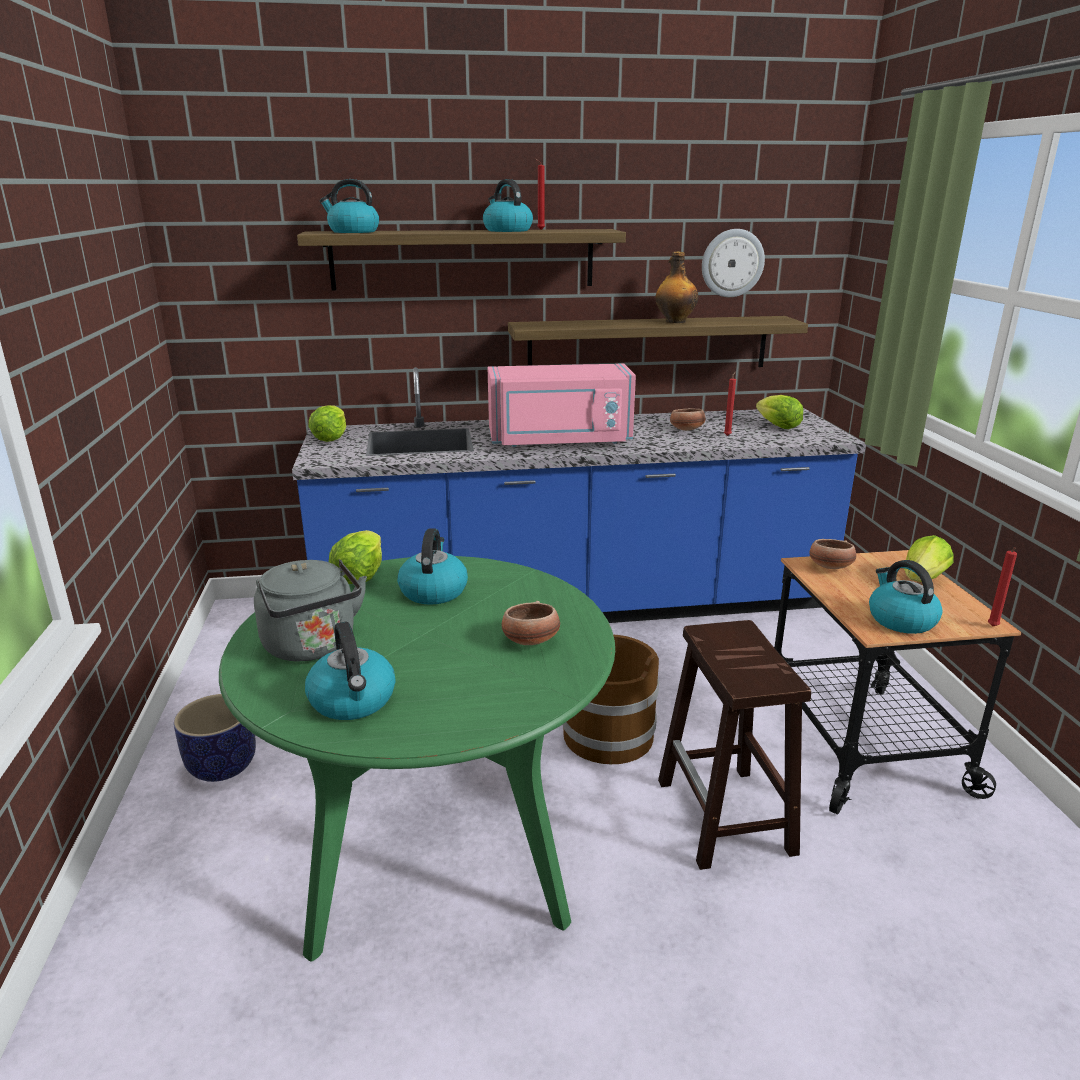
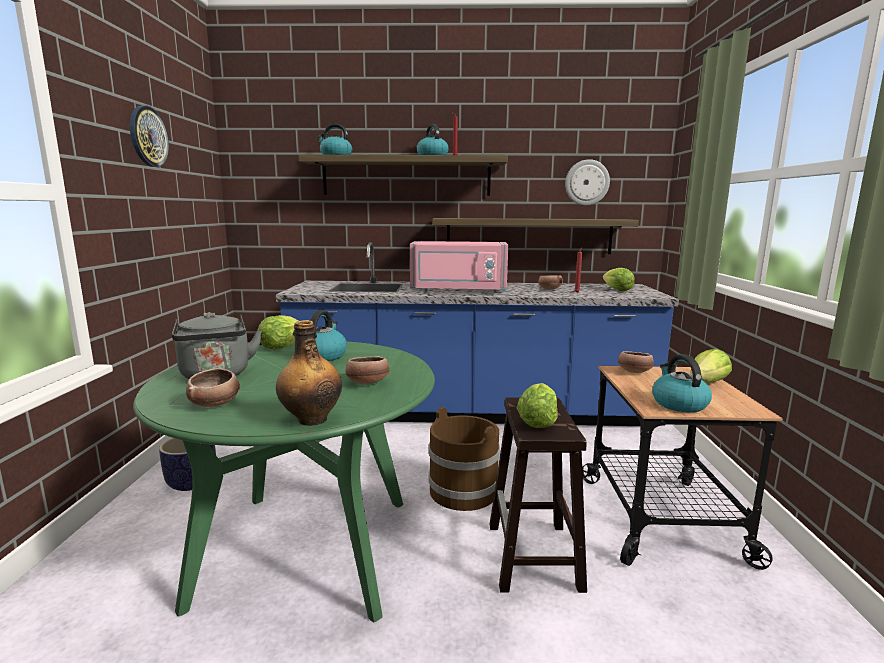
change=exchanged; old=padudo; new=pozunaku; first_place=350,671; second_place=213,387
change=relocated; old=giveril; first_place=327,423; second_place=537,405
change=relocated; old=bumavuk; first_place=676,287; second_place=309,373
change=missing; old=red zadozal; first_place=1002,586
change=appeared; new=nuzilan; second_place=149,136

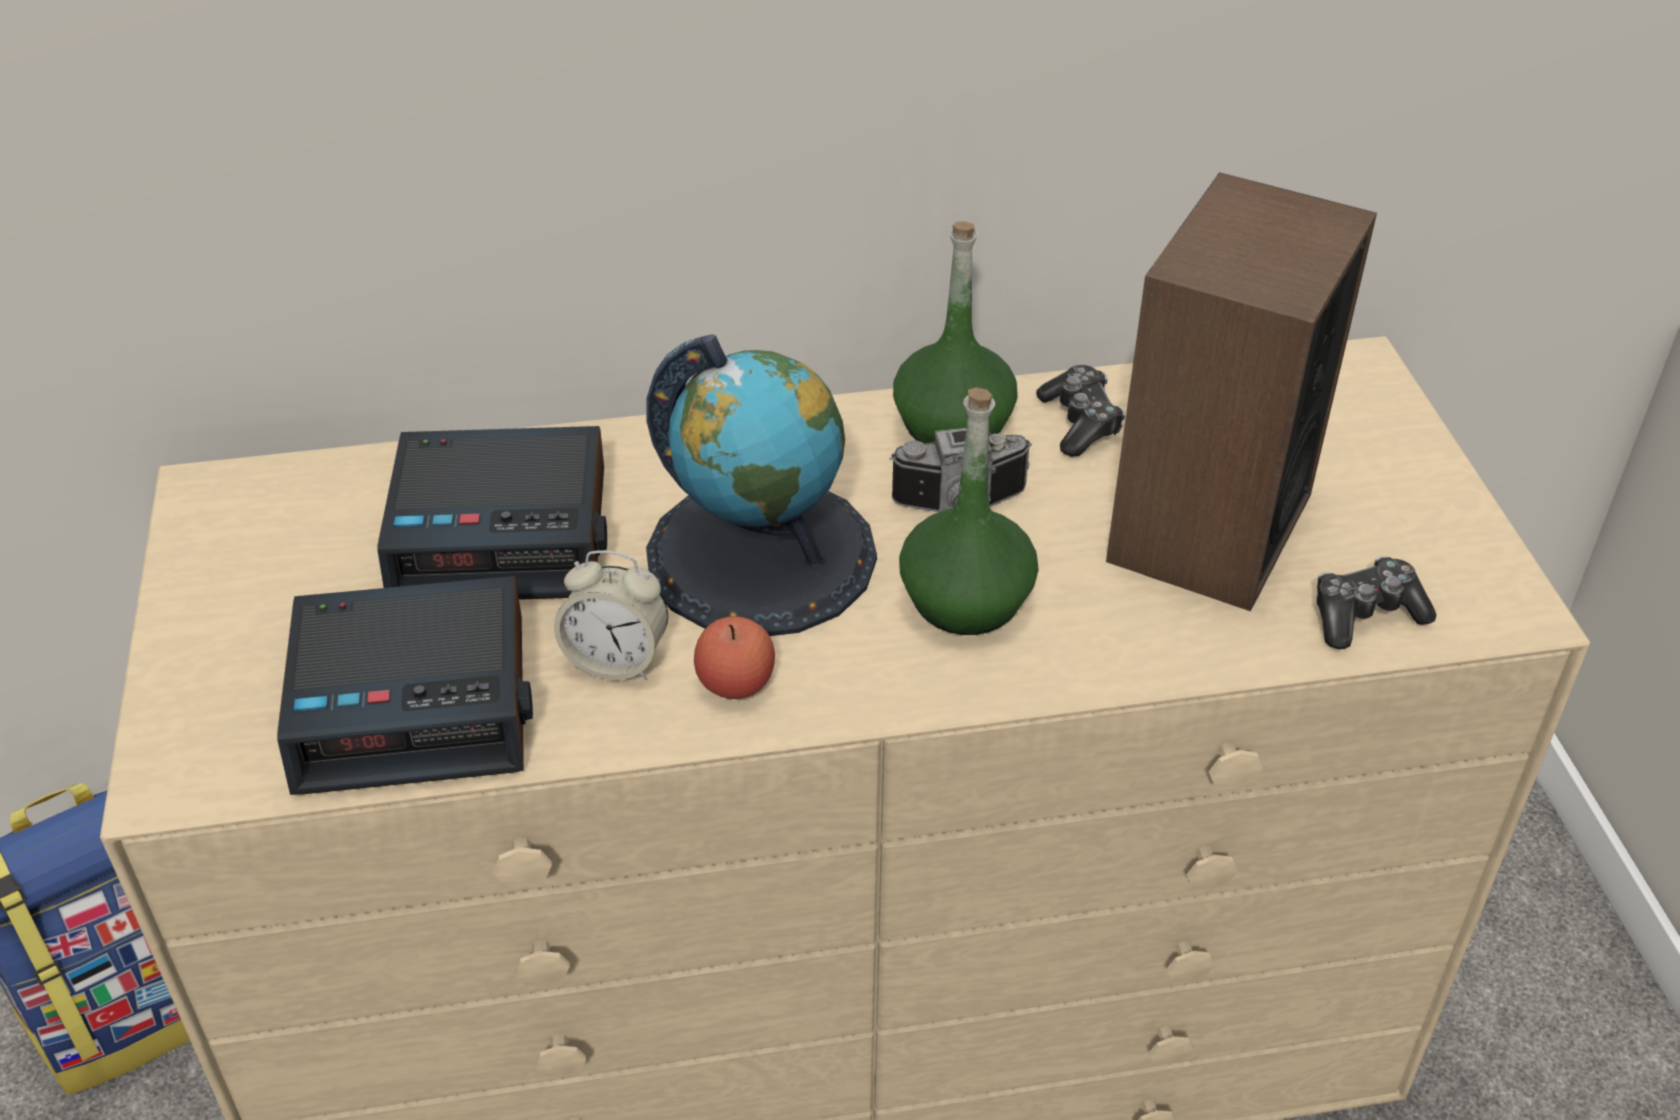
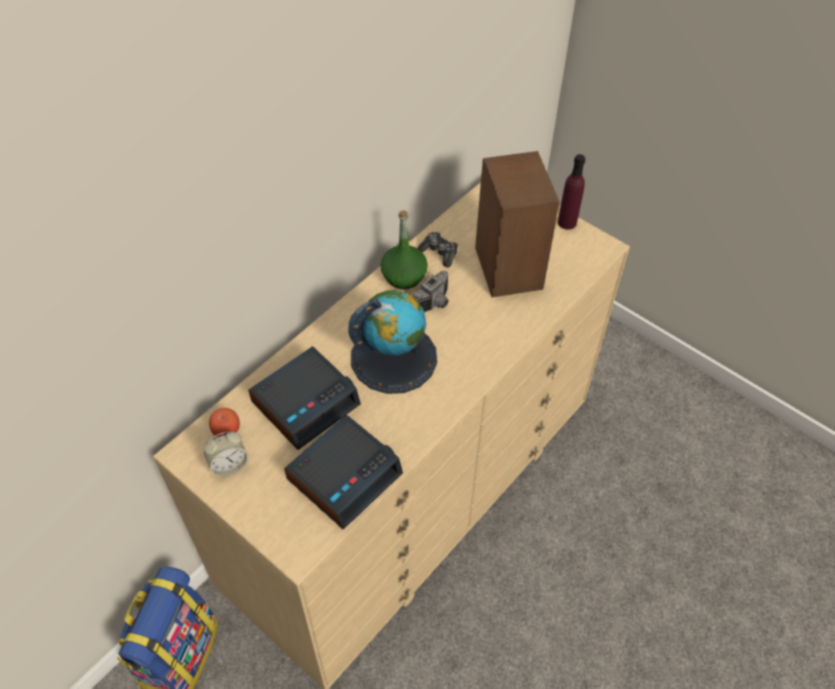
change=relocated; old=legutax; first_place=611,615; second_place=226,454
change=relocated; old=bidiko; first_place=734,657; second_place=224,422
change=missing; old=green bumavuk; first_place=968,511
change=missing; old=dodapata; first_place=1376,603
change=appeared; new=purple bumavuk; second_place=571,192

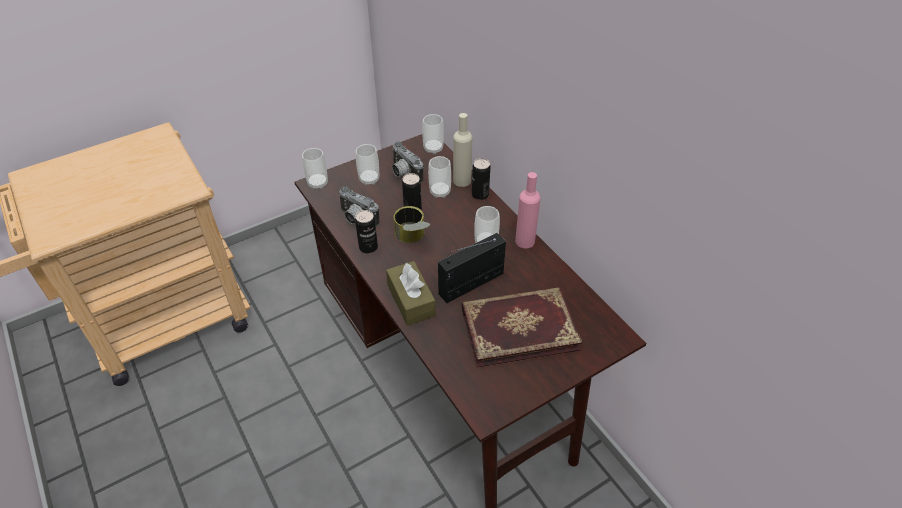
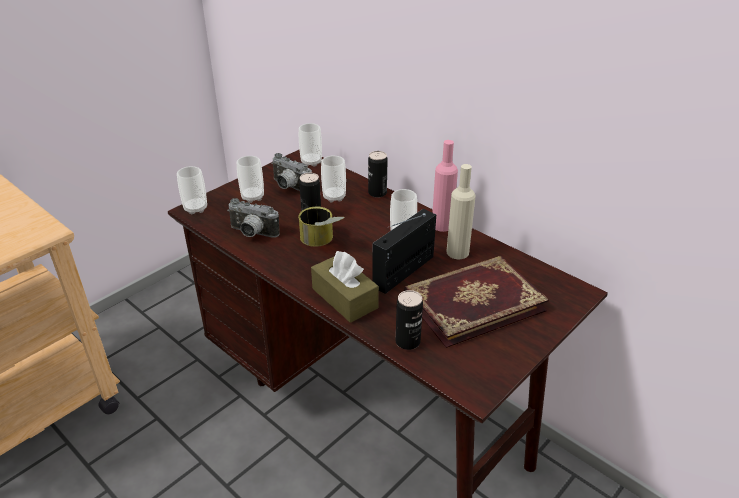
change=relocated; old=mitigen; first_place=366,231; second_place=409,320
change=relocated; old=beige bumavuk; first_place=462,150; second_place=461,211

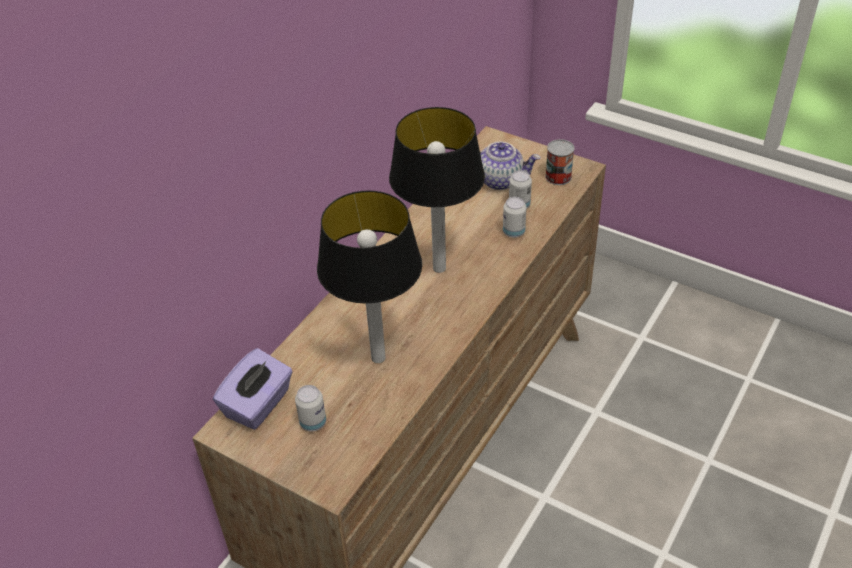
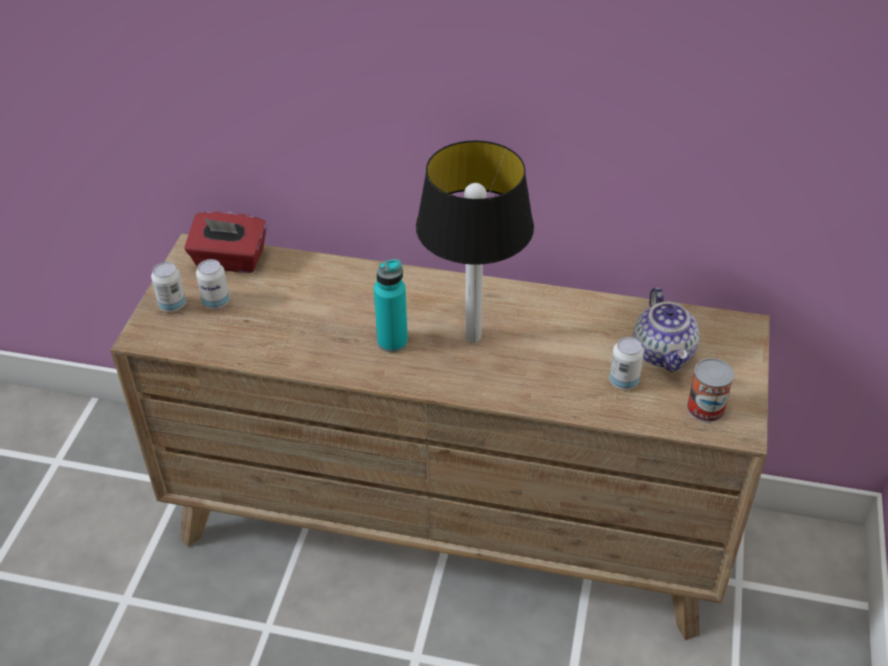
change=colour; old=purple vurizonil; new=red vurizonil; first_place=253,389; second_place=225,242
change=missing; old=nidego; first_place=369,276
change=relocated; old=mitigen; first_place=515,217; second_place=168,287
change=appeared; new=turquoise bumavuk; second_place=391,305

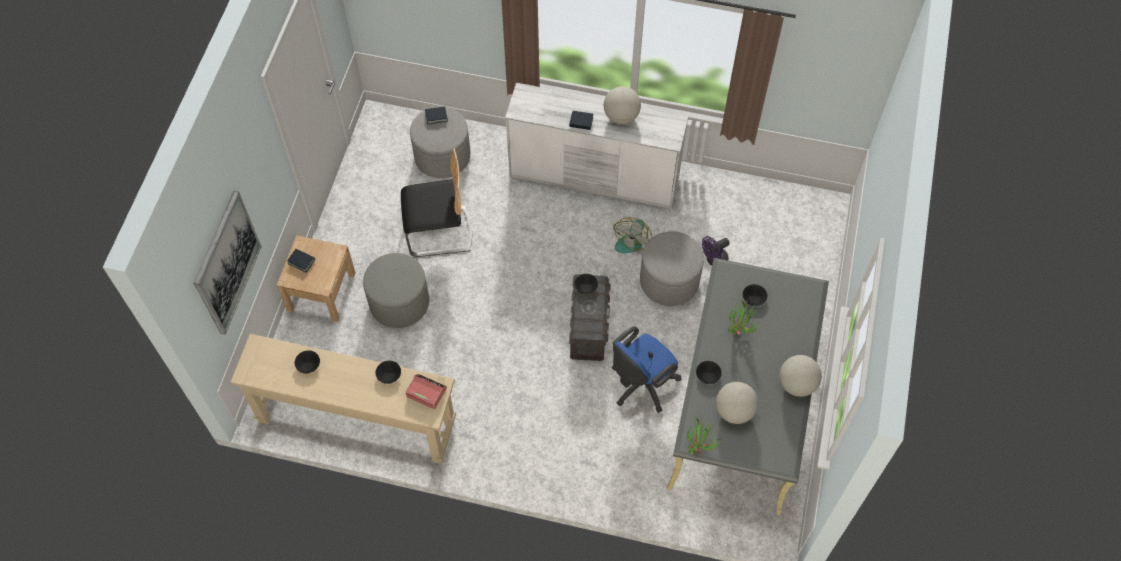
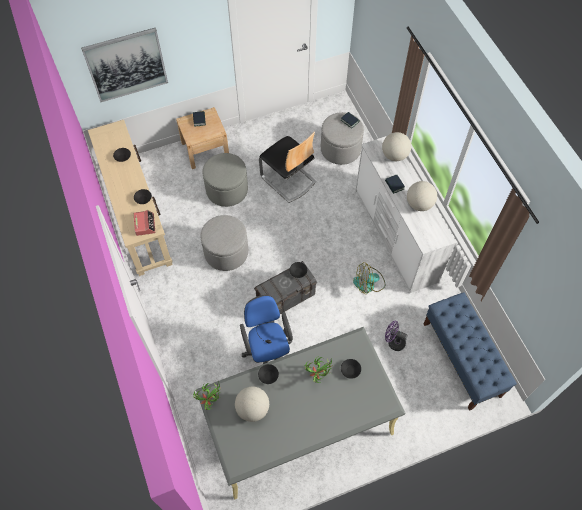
change=spun; old=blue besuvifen; first_place=647,369; second_place=266,329; degrees=60
change=relocated; old=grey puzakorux; first_place=672,268; second_place=224,243
change=relocated; old=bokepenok; first_place=800,376; second_place=396,146
change=appeared; new=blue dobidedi; second_place=470,351

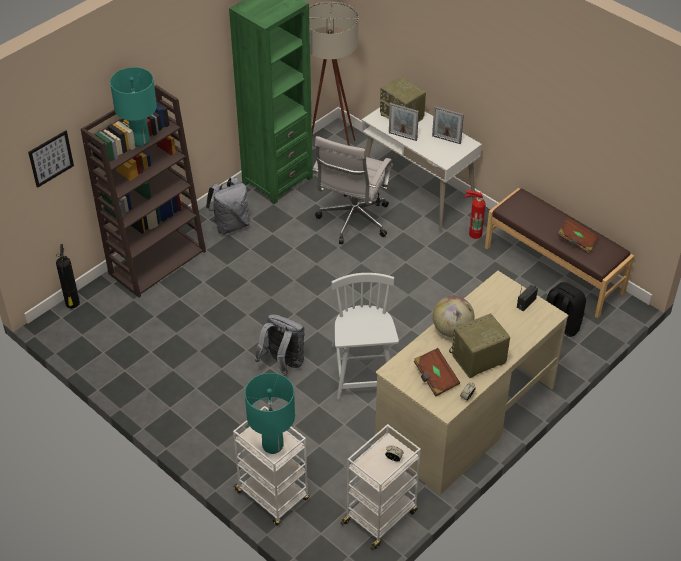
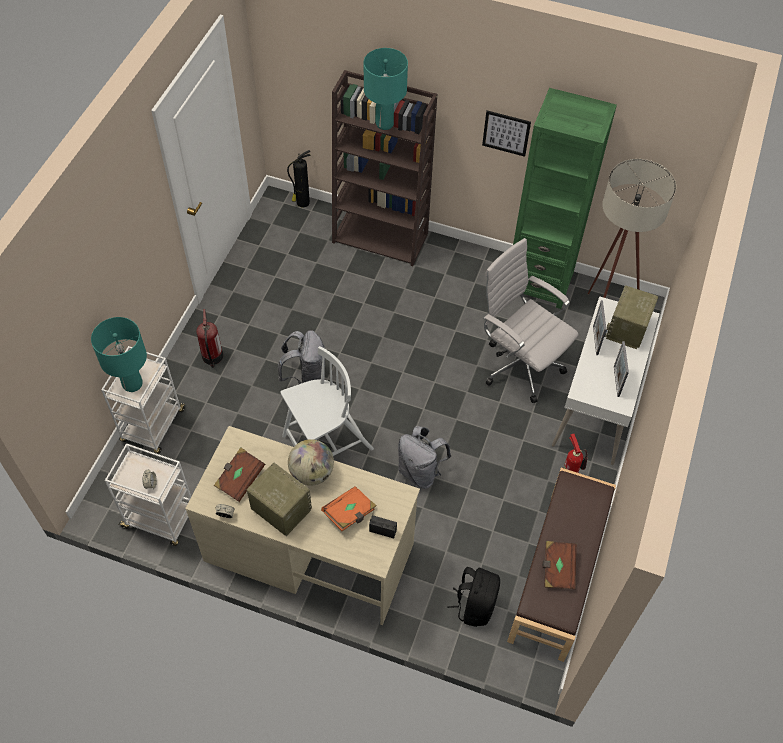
change=relocated; old=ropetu; first_place=51,159; second_place=506,134
change=relocated; old=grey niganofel; first_place=227,206; second_place=424,457
change=spun; old=white besuvifen; first_place=352,190; second_place=531,321; degrees=45
change=appeared; new=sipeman; second_place=209,338
change=appeared; new=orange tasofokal; second_place=348,508

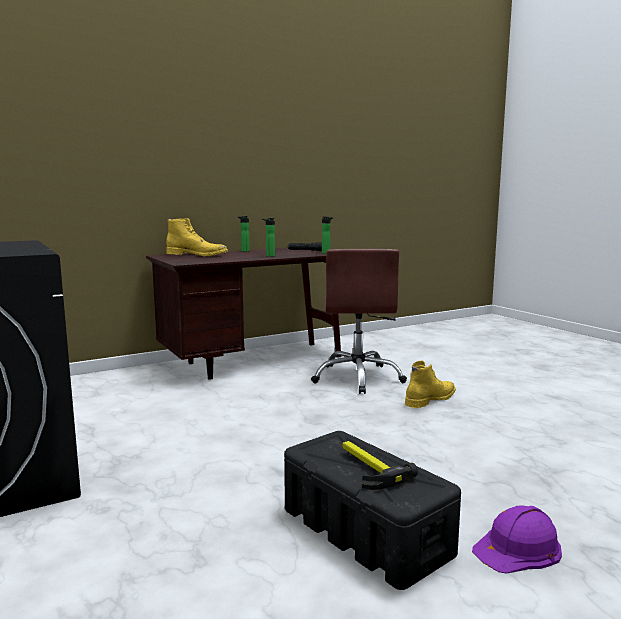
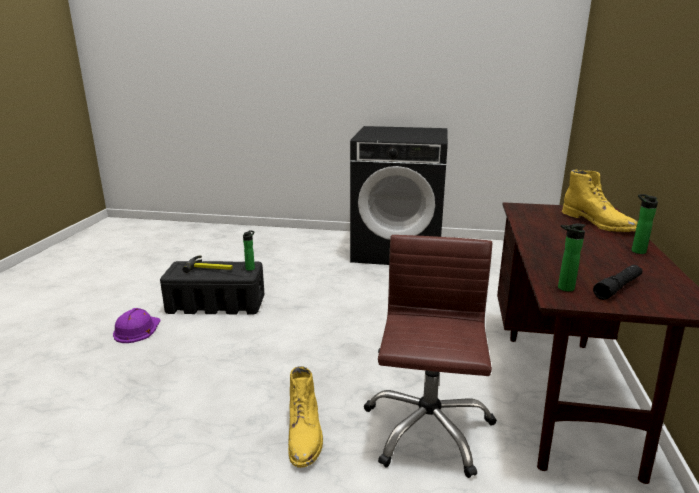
change=spun; old=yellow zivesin; first_place=197,237; second_place=600,201; degrees=-75
change=relocated; old=bumavuk; first_place=268,237; second_place=249,250
change=spun; old=brown besuvifen; first_place=359,321; second_place=430,356; degrees=60

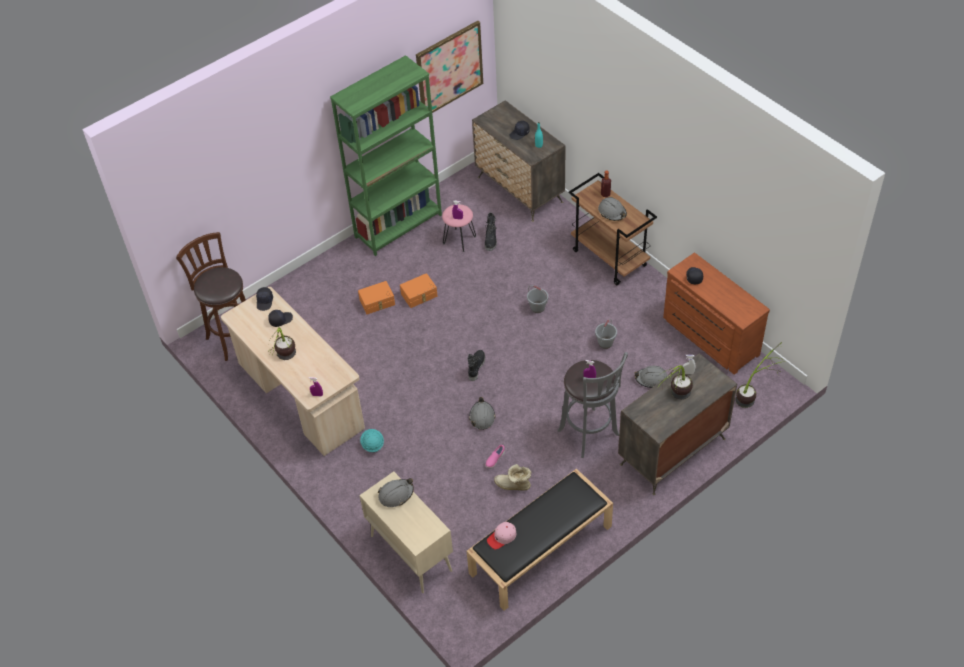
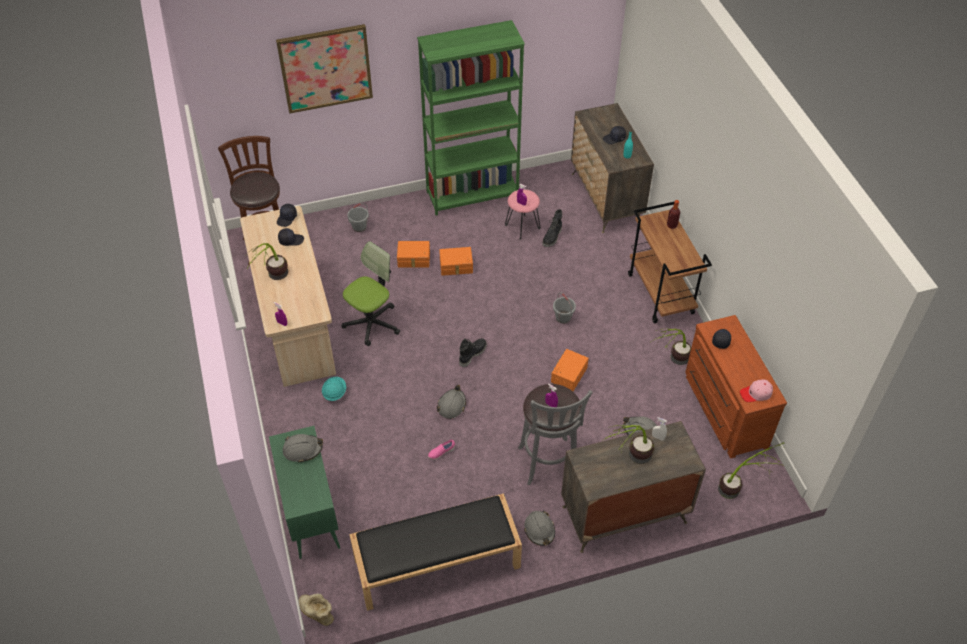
change=colour; old=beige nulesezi; new=green nulesezi; first_place=406,532; second_place=304,492
change=relocated; old=ropetu; first_place=449,67; second_place=324,69
change=relocated; old=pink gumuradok; first_place=501,535; second_place=756,391
change=relocated; old=zivesin; first_place=512,477; second_place=316,609
change=relocated; old=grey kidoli; first_place=606,334; second_place=358,217
change=relocated; old=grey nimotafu; first_place=612,209; second_place=539,528
change=appeared; new=besuvifen; second_place=371,293
change=appeared; new=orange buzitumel; second_place=570,370
change=appeared; new=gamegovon; second_place=671,347

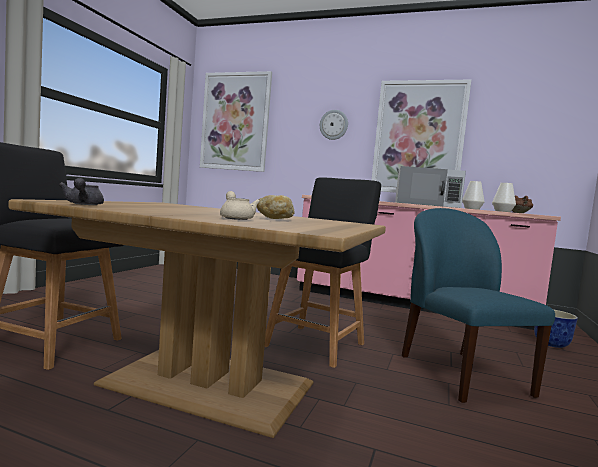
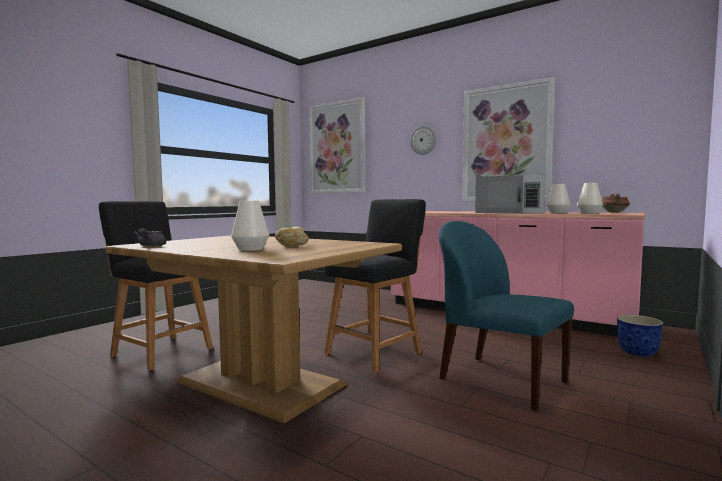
change=exchanged; old=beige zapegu; new=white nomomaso; first_place=240,205; second_place=250,226
change=spun; old=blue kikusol; first_place=478,305; second_place=506,316; degrees=-45

